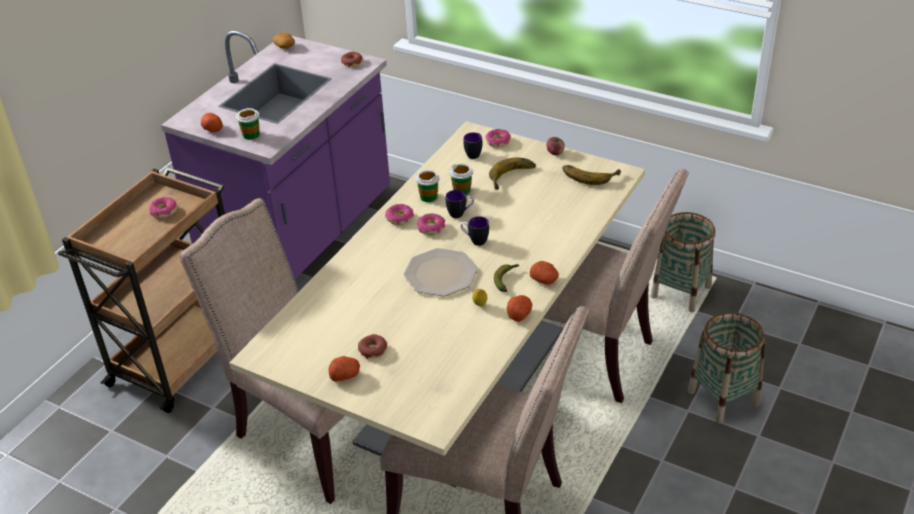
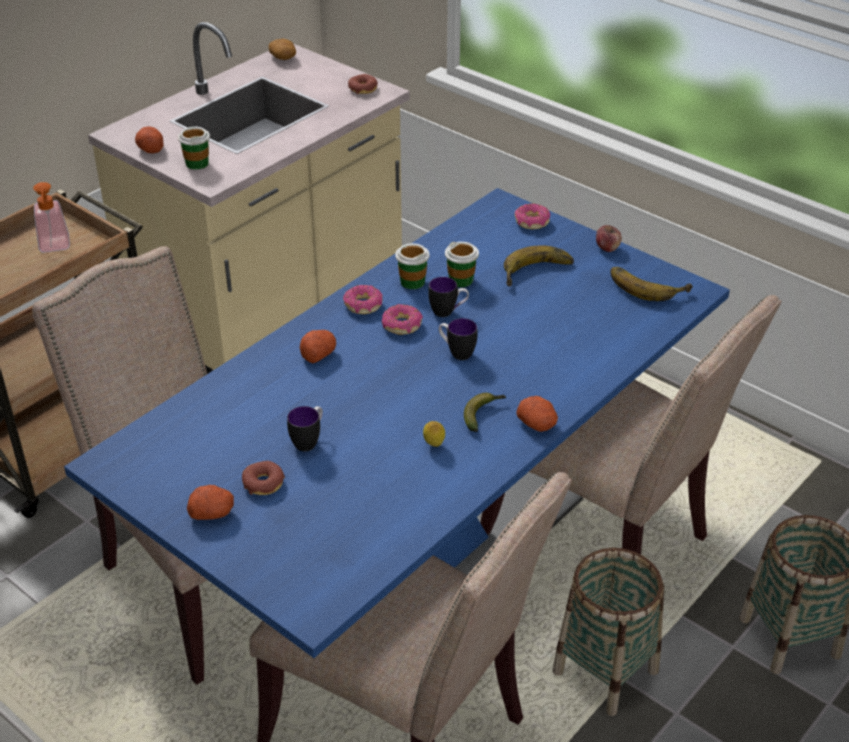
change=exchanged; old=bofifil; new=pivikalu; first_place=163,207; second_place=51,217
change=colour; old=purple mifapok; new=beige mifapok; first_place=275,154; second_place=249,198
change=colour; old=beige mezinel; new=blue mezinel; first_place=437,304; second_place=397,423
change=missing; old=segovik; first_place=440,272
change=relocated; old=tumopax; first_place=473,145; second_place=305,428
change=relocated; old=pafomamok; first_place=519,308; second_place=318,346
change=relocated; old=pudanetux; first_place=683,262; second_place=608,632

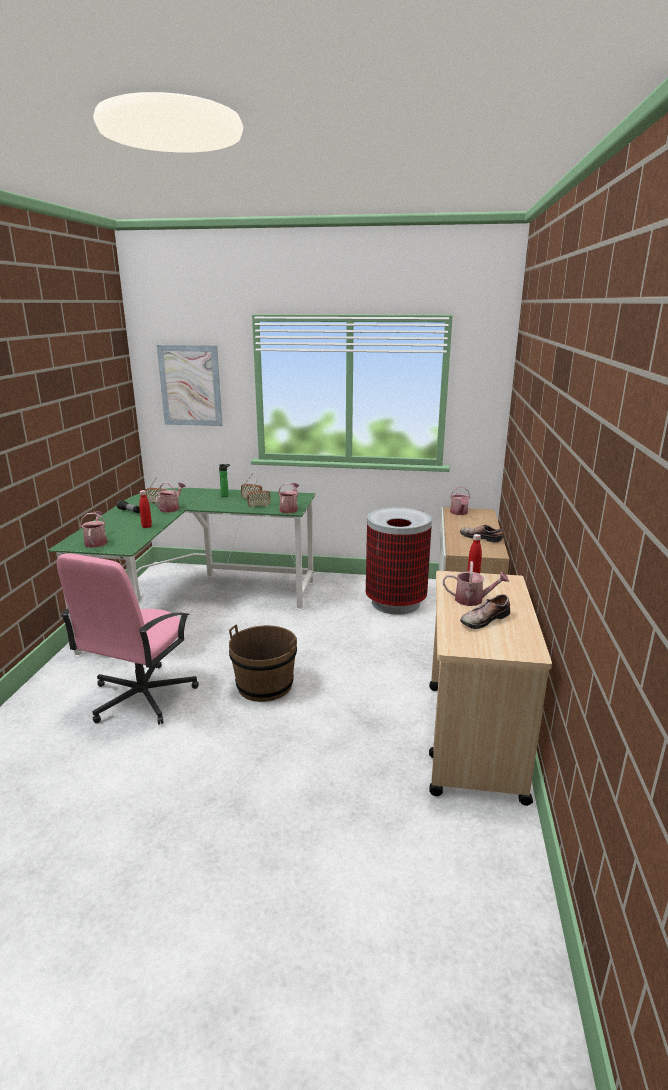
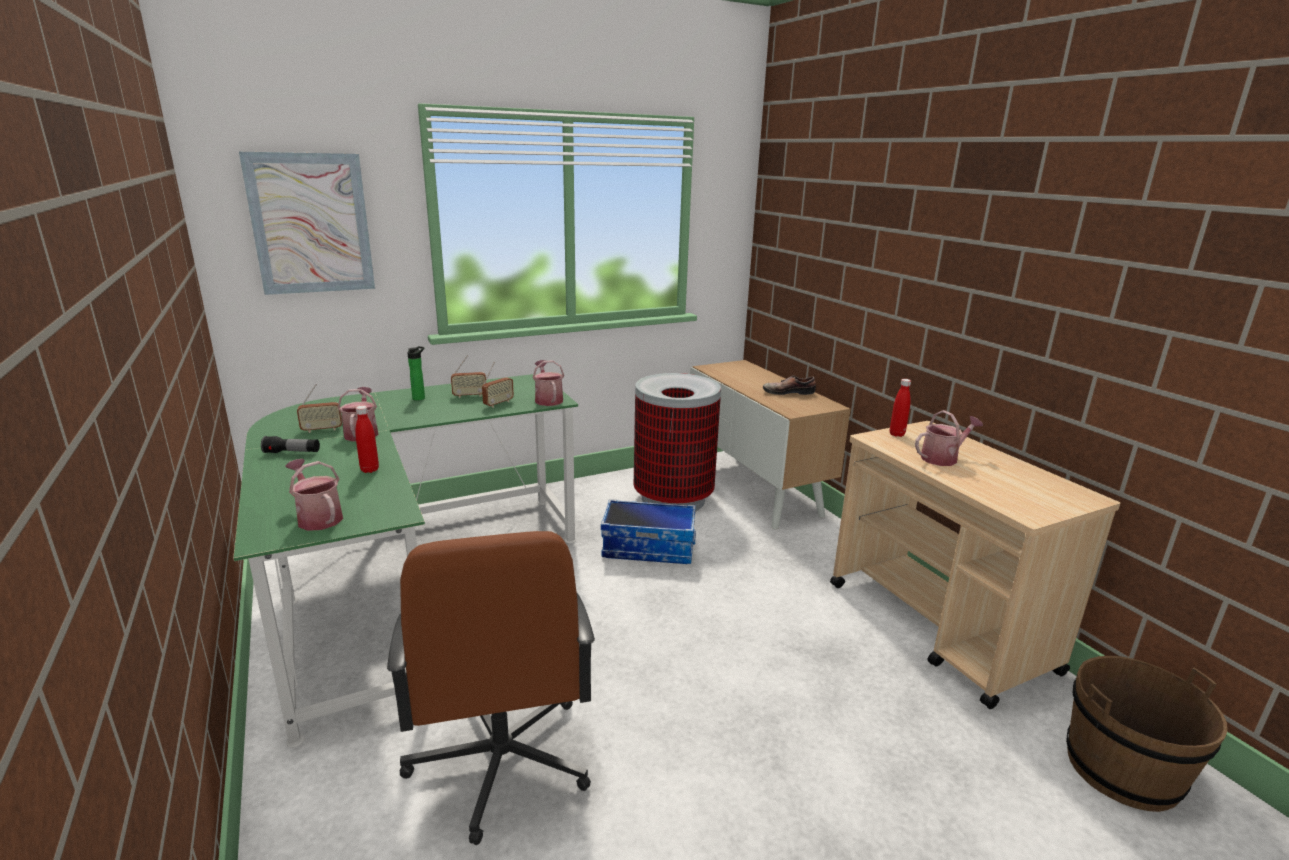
change=colour; old=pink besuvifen; new=brown besuvifen; first_place=128,639; second_place=491,688
change=relocated; old=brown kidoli; first_place=263,663; second_place=1147,734
change=missing; old=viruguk; first_place=460,501
change=missing; old=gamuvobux; first_place=485,611
change=appeared; new=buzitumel; second_place=648,531

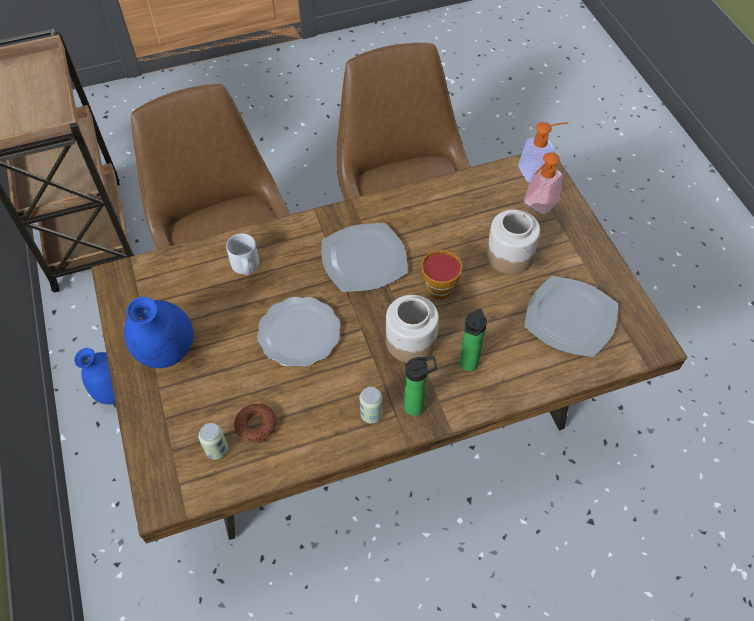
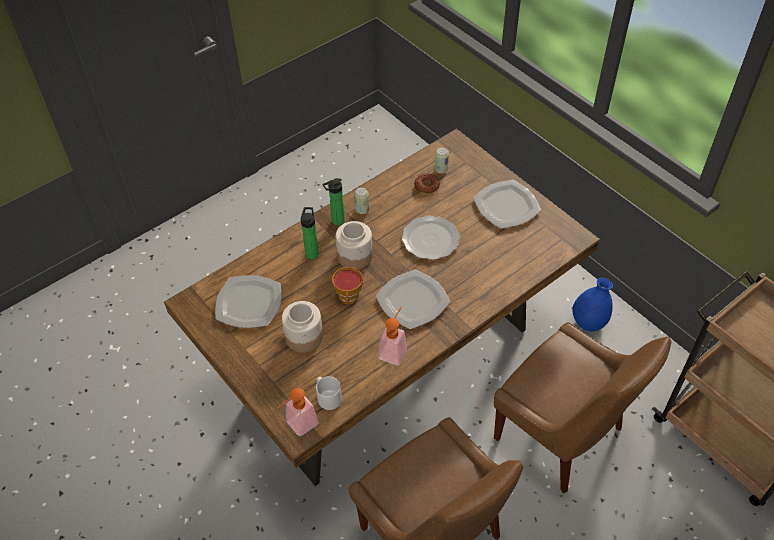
change=exchanged; old=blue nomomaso; new=segovik; first_place=158,332; second_place=507,204
change=relocated; old=grey tumopax; first_place=242,254; second_place=329,393
change=relocated; old=pivikalu; first_place=543,183; second_place=392,336

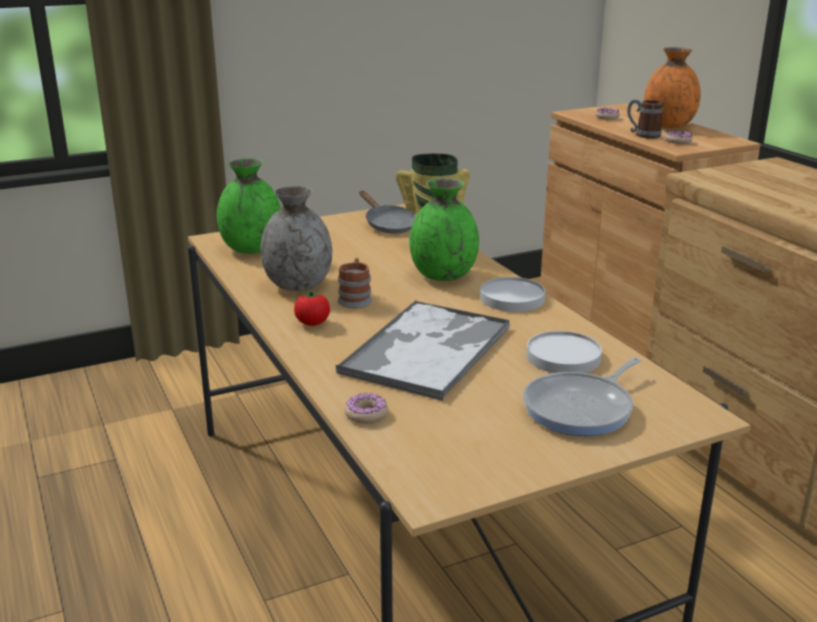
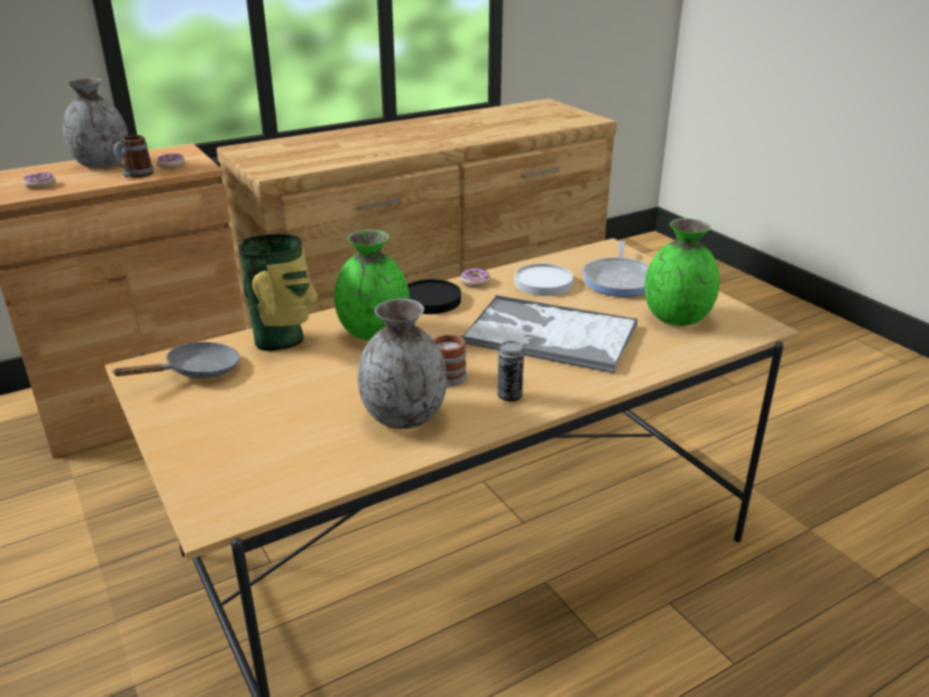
change=relocated; old=green nomomaso; first_place=249,206; second_place=682,272
change=exchanged; old=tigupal; new=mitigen; first_place=312,307; second_place=511,371
change=relocated; old=bofifil; first_place=366,408; second_place=475,277
change=colour; old=white segovik; new=black segovik; first_place=512,294; second_place=434,296
change=spun; old=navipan; first_place=582,396; second_place=615,269; degrees=60
change=colour; old=orange nomomaso; new=grey nomomaso; first_place=672,87; second_place=95,123

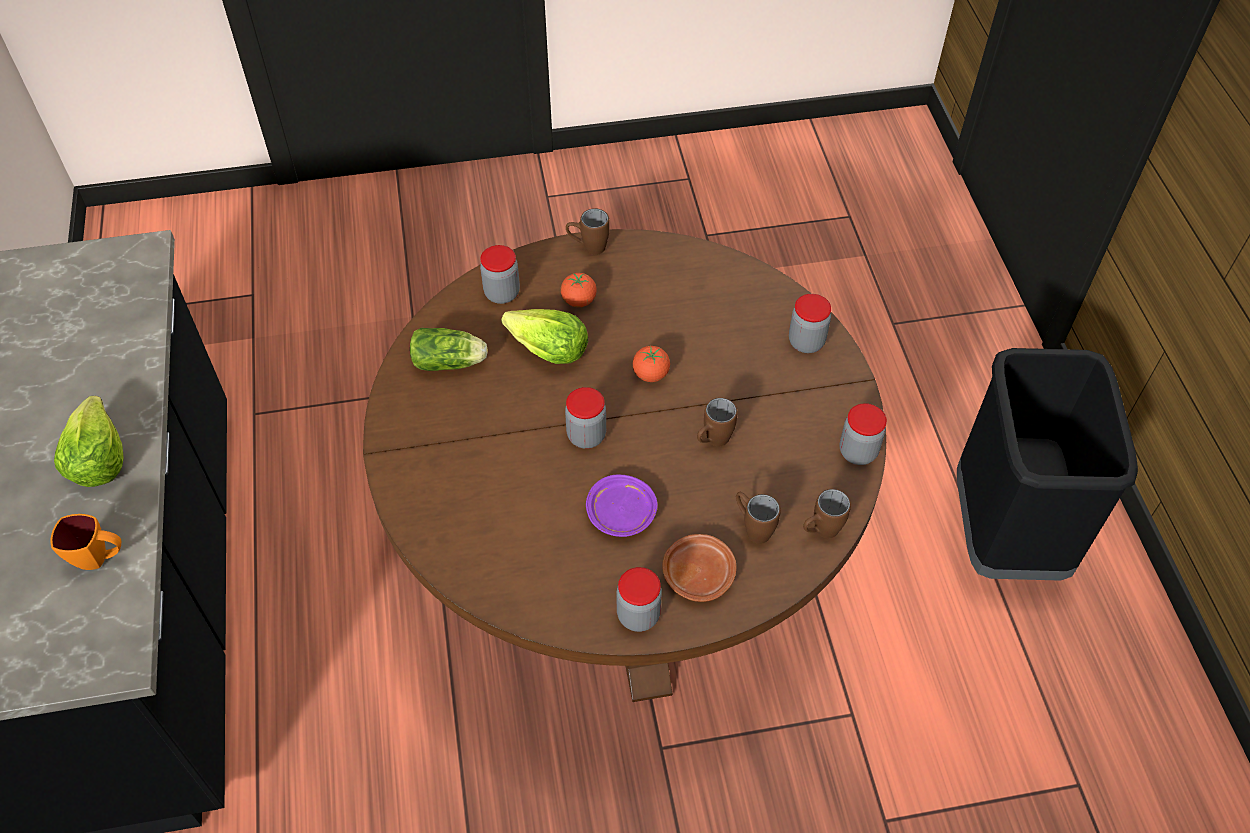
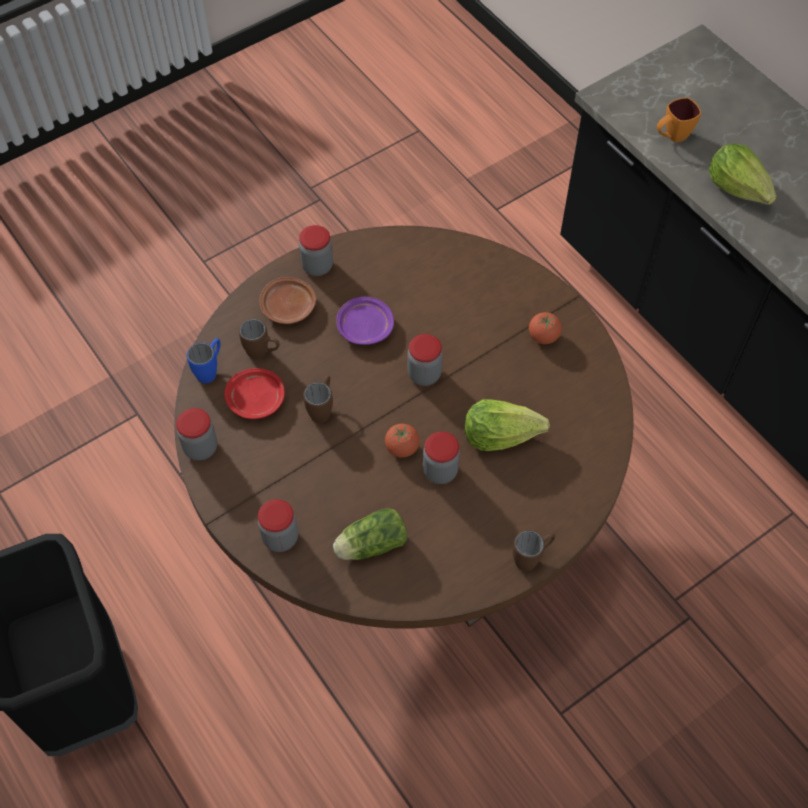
change=relocated; old=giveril; first_place=449,349; second_place=370,534
change=relocated; old=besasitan; first_place=500,274; second_place=441,458
change=relocated; old=tigupal; first_place=579,290; second_place=545,328
change=colour; old=brown tumopax; new=blue tumopax; first_place=827,513; second_place=204,360
change=appeared; new=red segovik; second_place=254,393

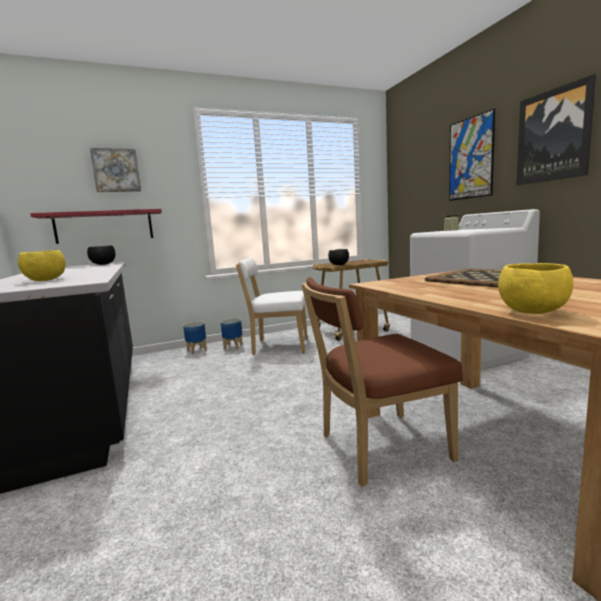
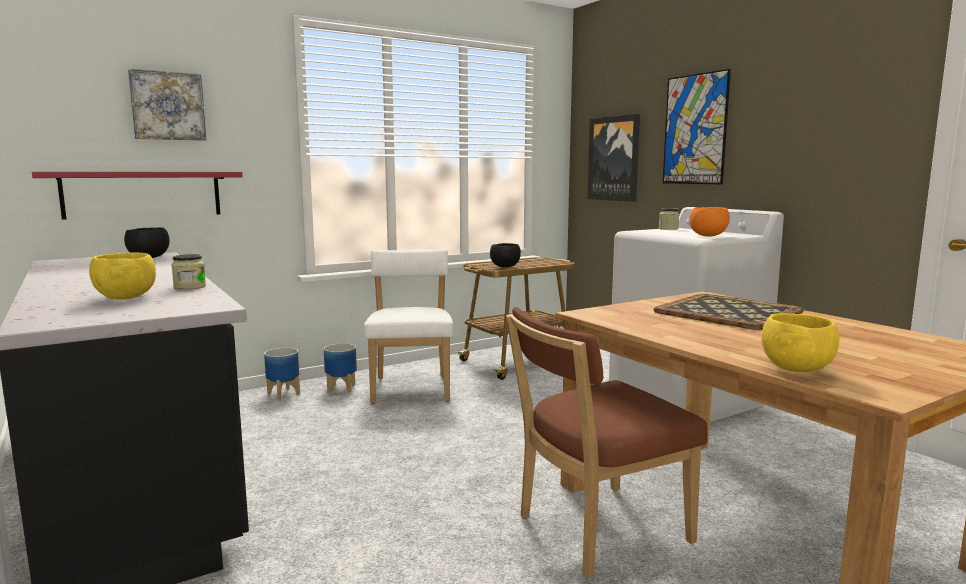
change=spun; old=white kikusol; first_place=272,306; second_place=409,326; degrees=90
change=relocated; old=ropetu; first_place=556,129; second_place=613,158
change=appeared; new=besasitan; second_place=188,272
change=appeared; new=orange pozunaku; second_place=709,222

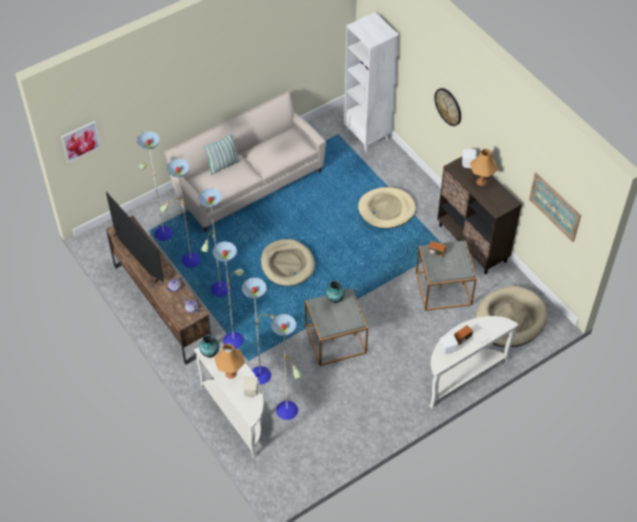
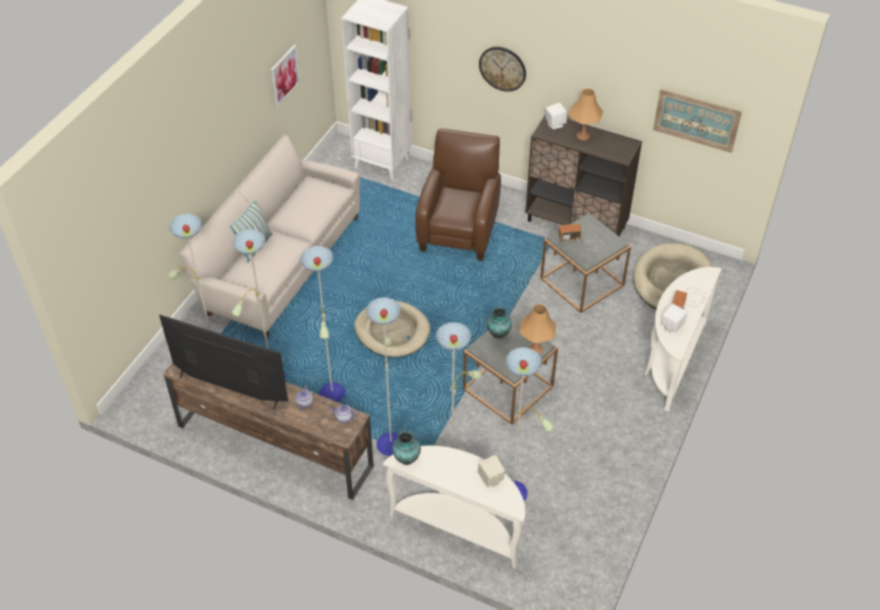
change=relocated; old=ropetu; first_place=81,142; second_place=285,76
change=relocated; old=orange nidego; first_place=230,361; second_place=537,329
change=exchanged; old=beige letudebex; new=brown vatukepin; first_place=387,207; second_place=458,195

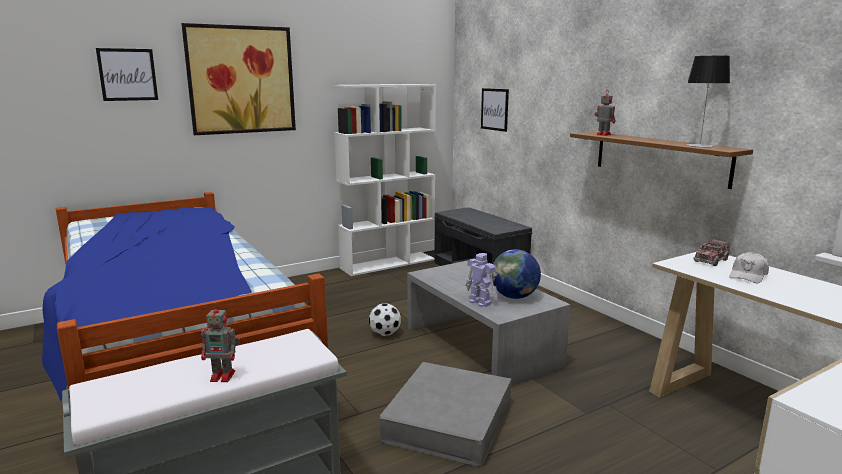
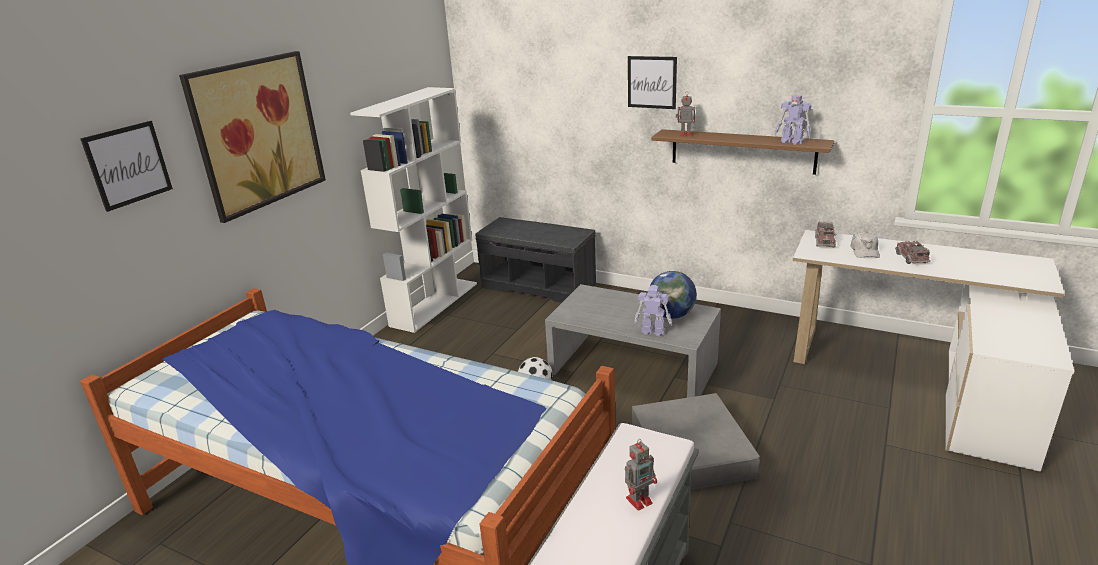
change=relocated; old=ropetu; first_place=495,110; second_place=652,82
change=exchanged; old=nidego; new=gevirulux; first_place=708,101; second_place=792,120
change=appeared; new=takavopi; second_place=913,252

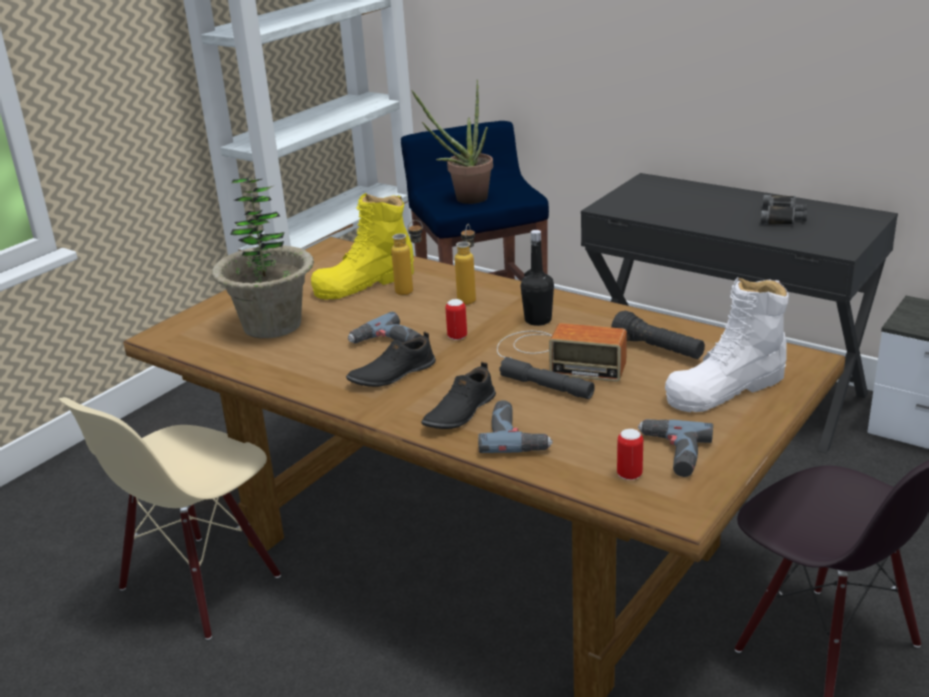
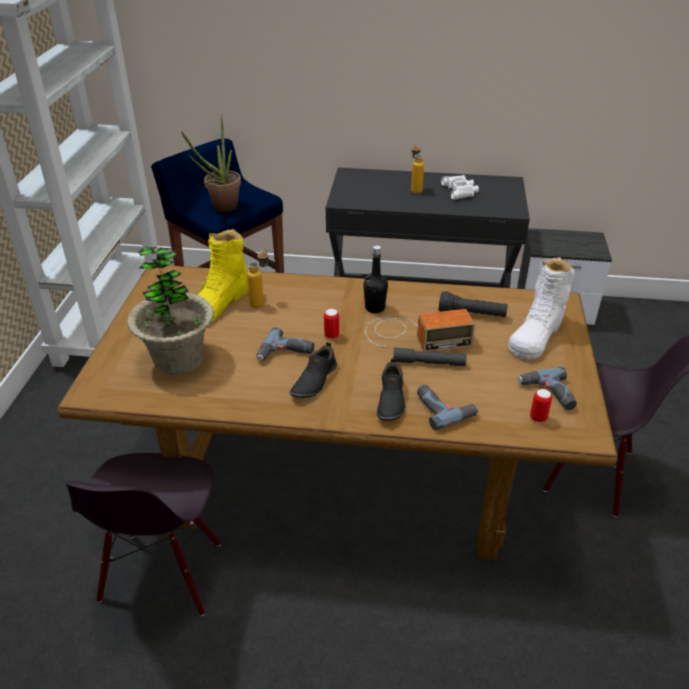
change=colour; old=beige kikusol; new=black kikusol; first_place=170,518; second_place=143,534
change=relocated; old=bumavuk; first_place=465,264; second_place=417,168
change=colour; old=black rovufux; new=white rovufux; first_place=784,210; second_place=460,187

